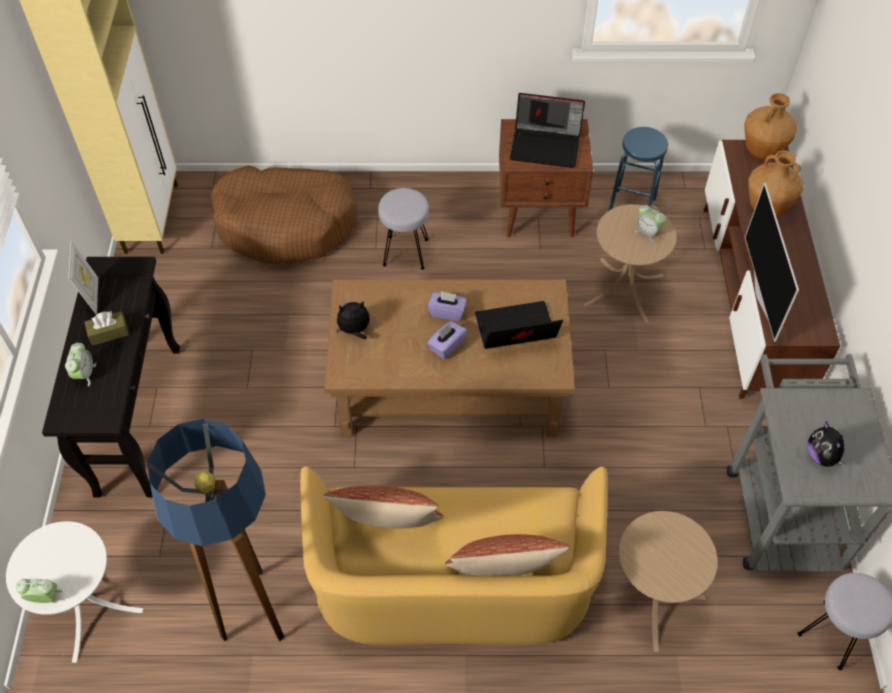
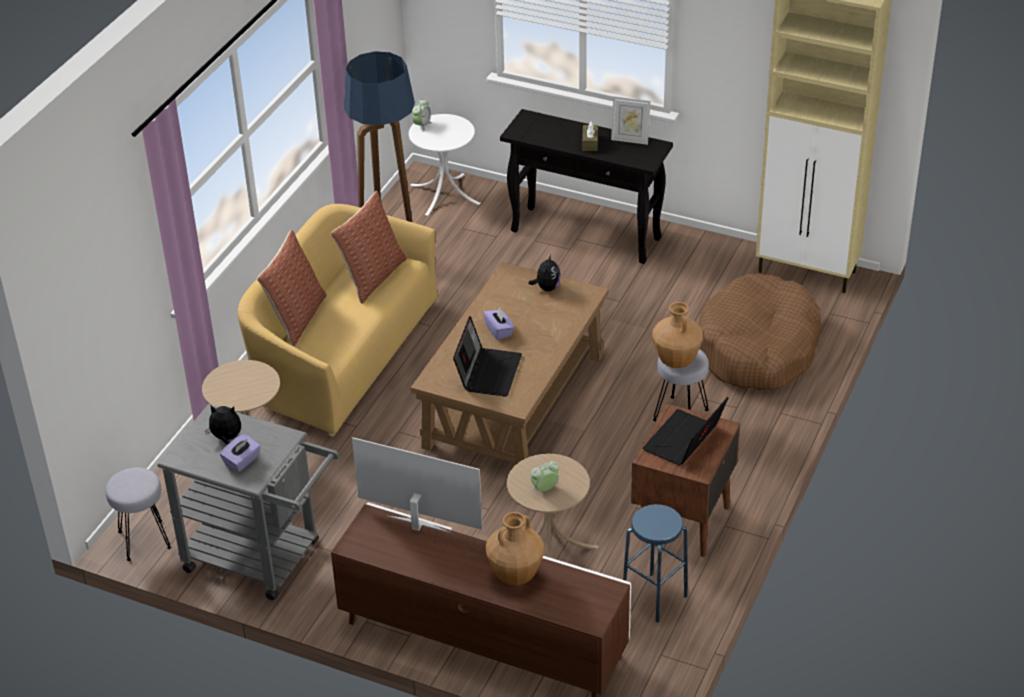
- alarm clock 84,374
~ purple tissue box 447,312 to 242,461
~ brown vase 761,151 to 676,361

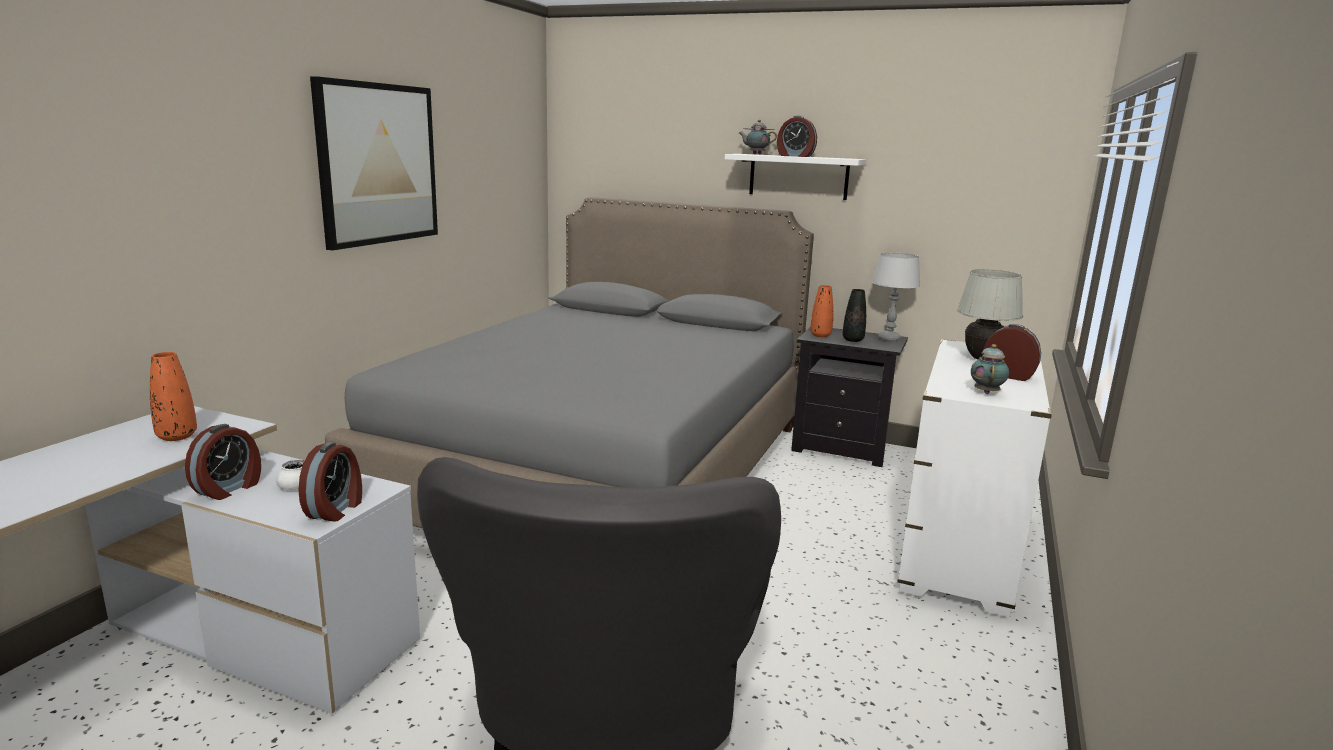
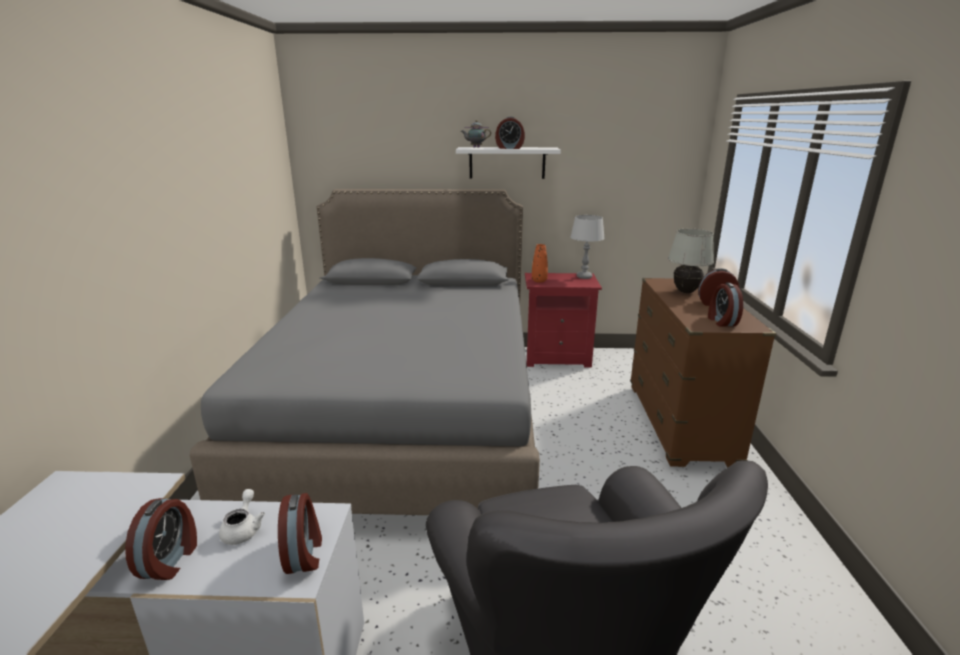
- orange vase 177,436
- picture 377,164
~ black nightstand 842,448 to red nightstand 557,357
- black vase 853,340
~ white dresser 958,551 to brown dresser 679,423
~ teapot 986,392 to alarm clock 721,321

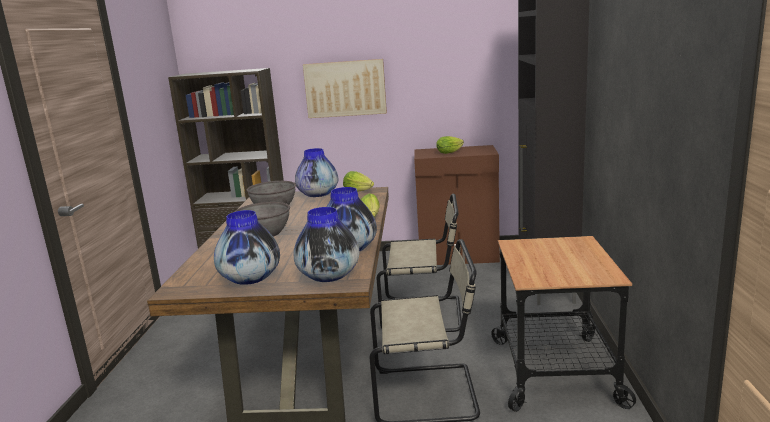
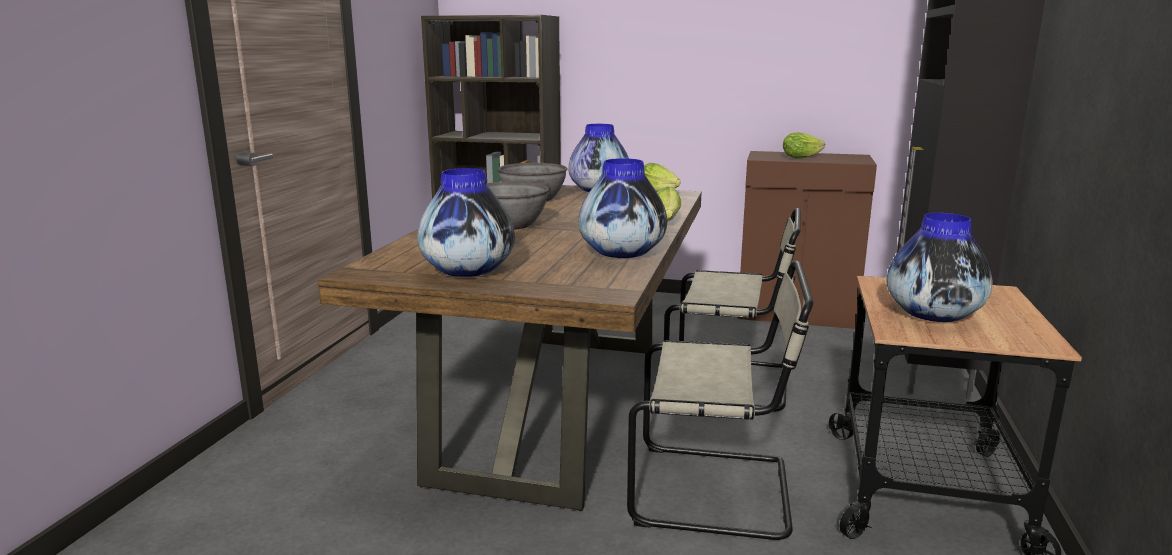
~ vase 328,276 to 932,316
- picture 345,88

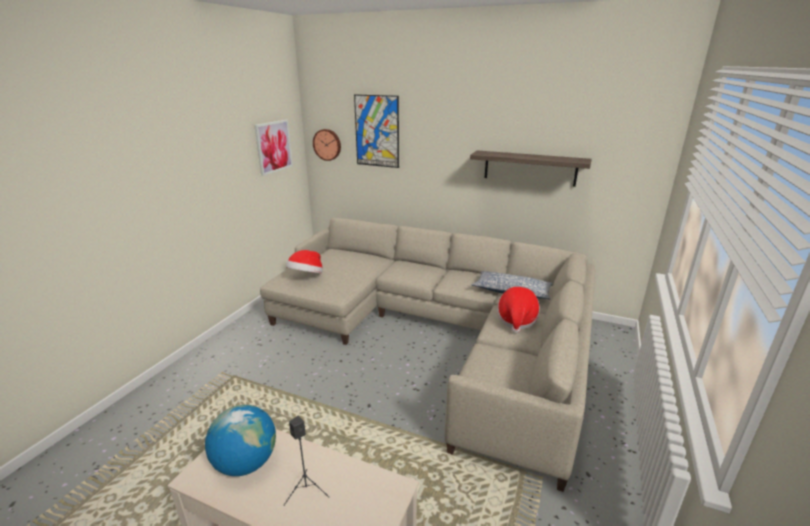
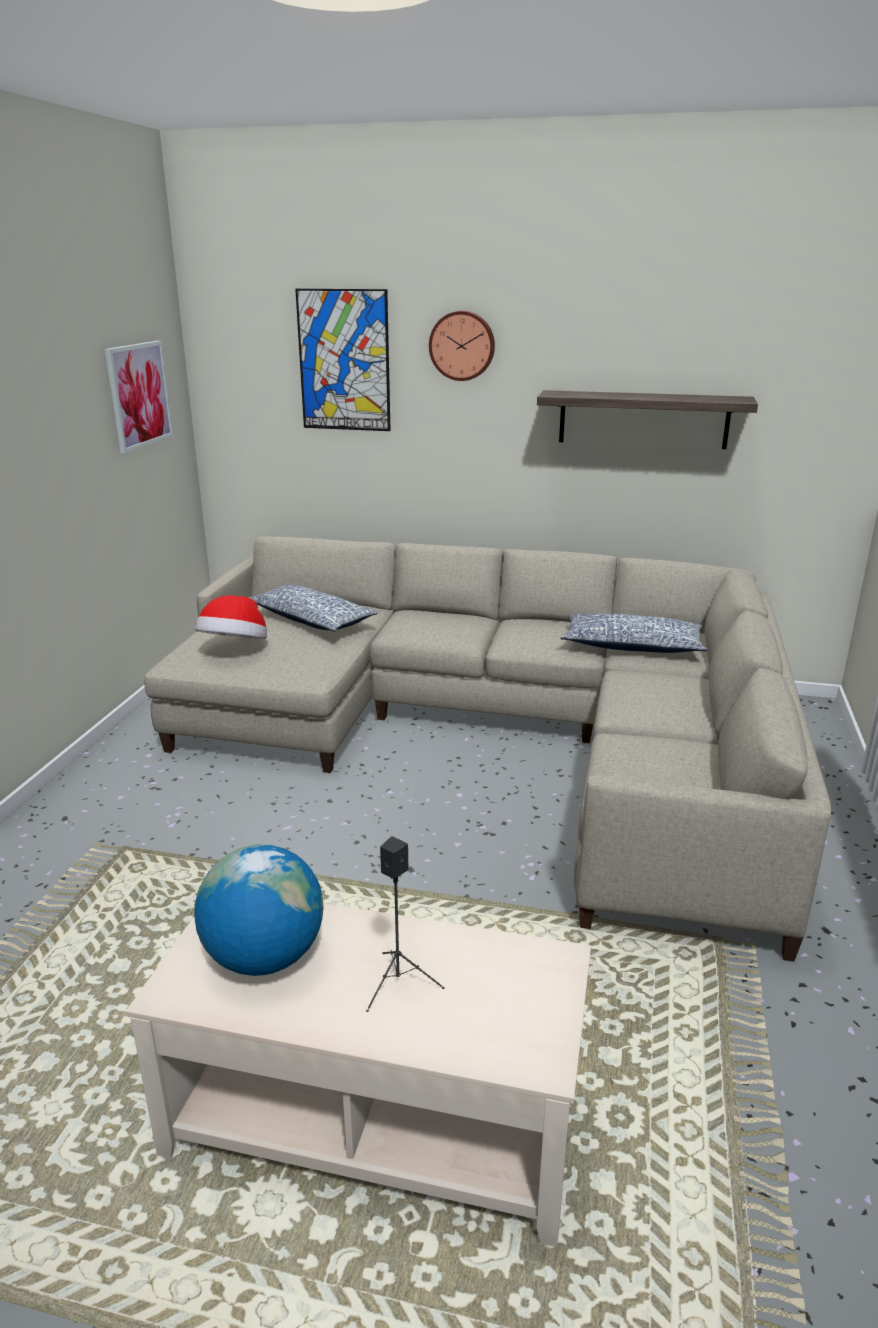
~ wall clock 327,144 to 462,345
- hat 516,320
+ pillow 311,620

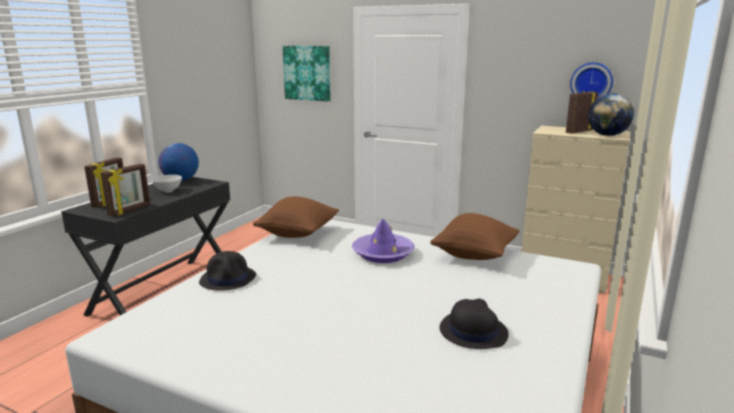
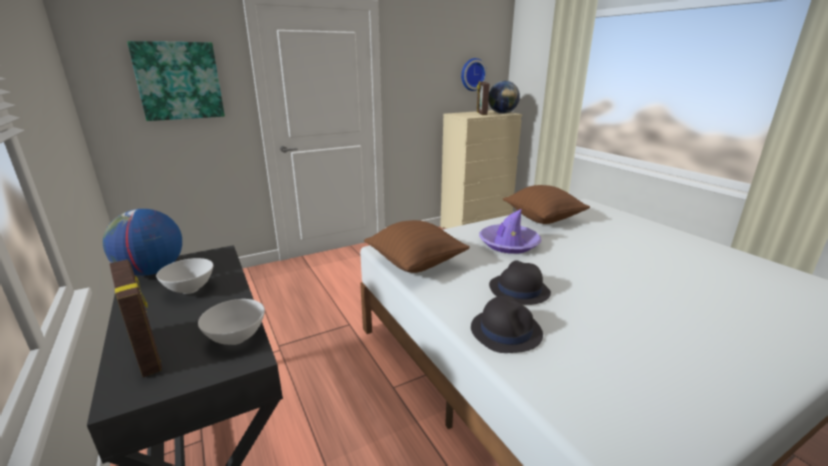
~ picture frame 130,210 to white bowl 236,338
~ black hat 472,331 to 518,290

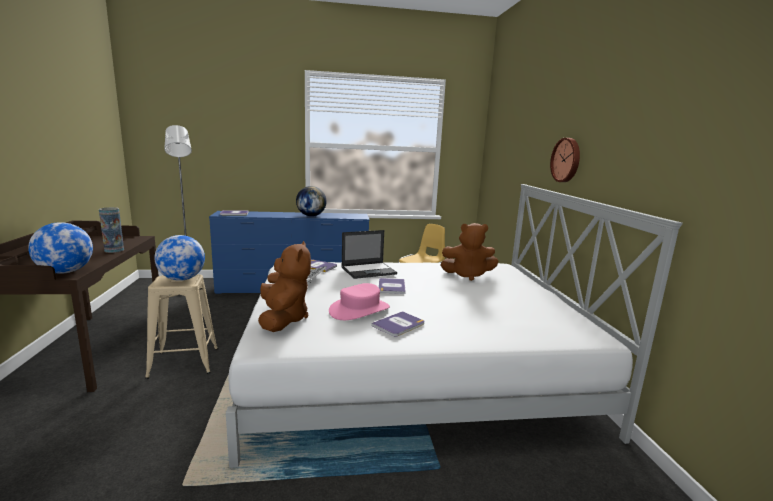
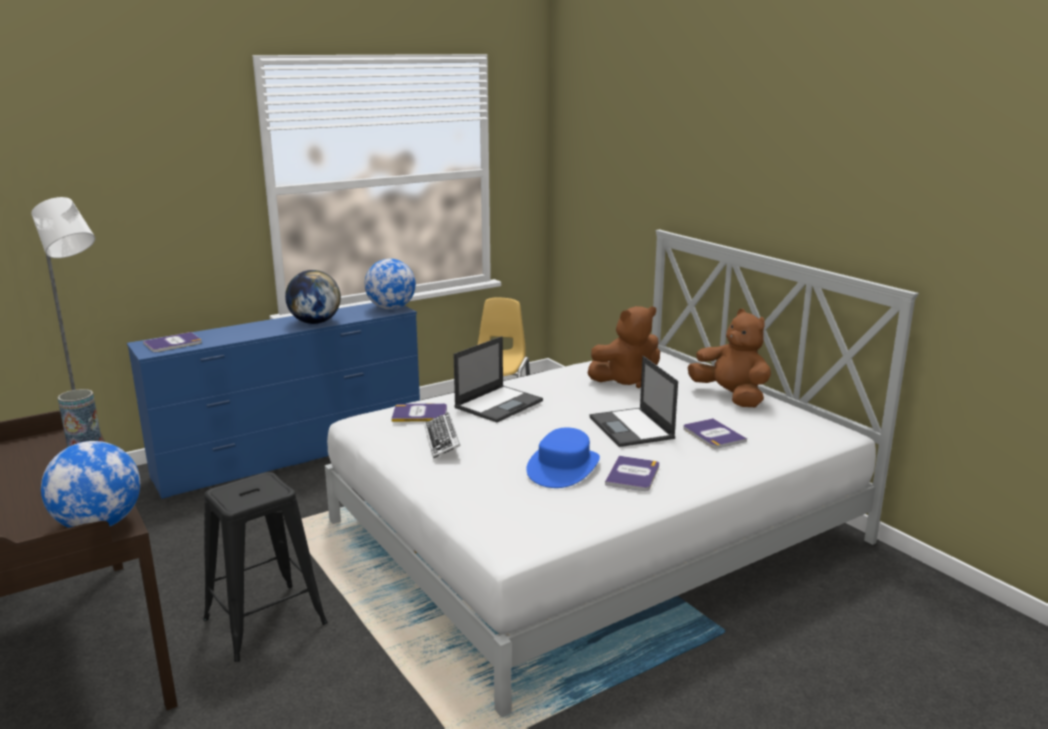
~ beige stool 184,362 to black stool 265,621
~ globe 182,279 to 391,308
~ brown plush toy 283,319 to 730,397
~ pink hat 359,310 to blue hat 563,467
~ book 391,286 to 713,434
- wall clock 566,160
+ laptop 632,428

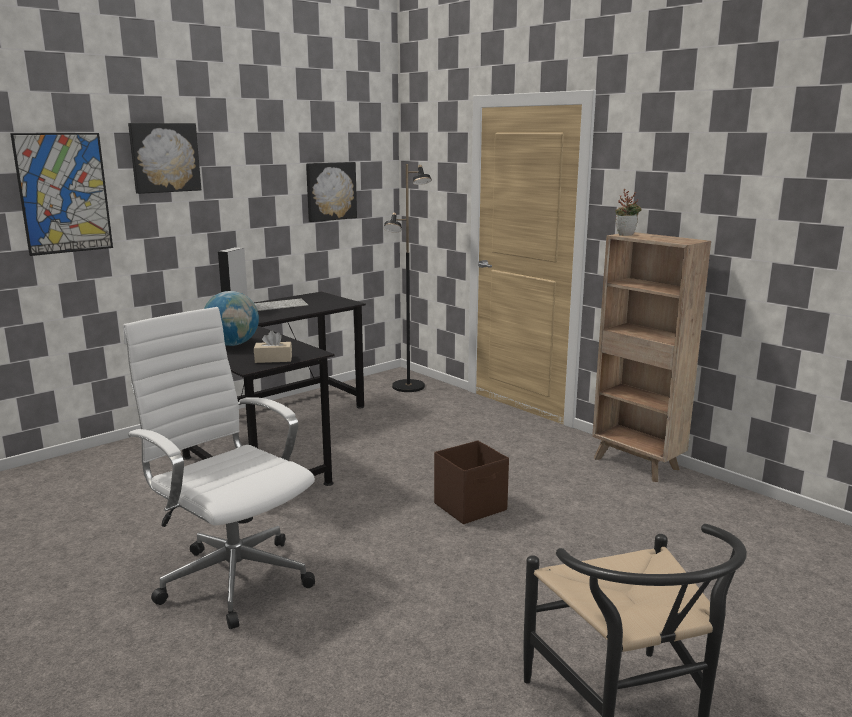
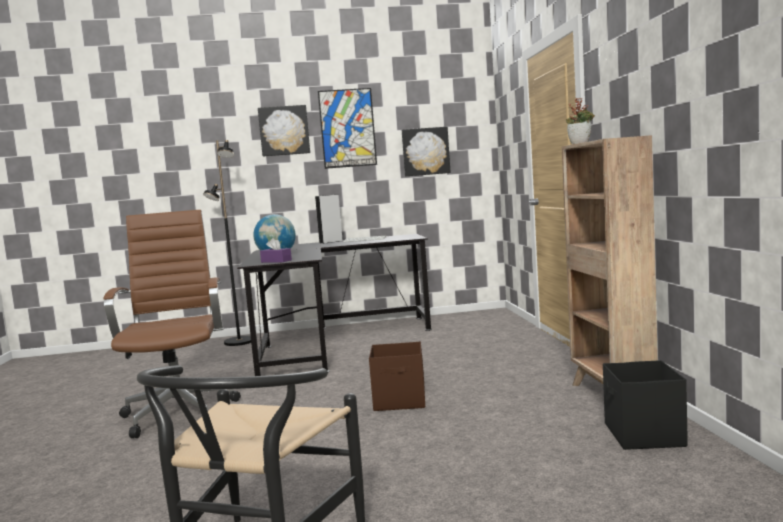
~ picture 64,193 to 347,128
~ white office chair 232,577 to brown office chair 180,412
~ beige tissue box 273,359 to purple tissue box 276,261
~ black floor lamp 408,387 to 239,342
+ black storage box 643,435

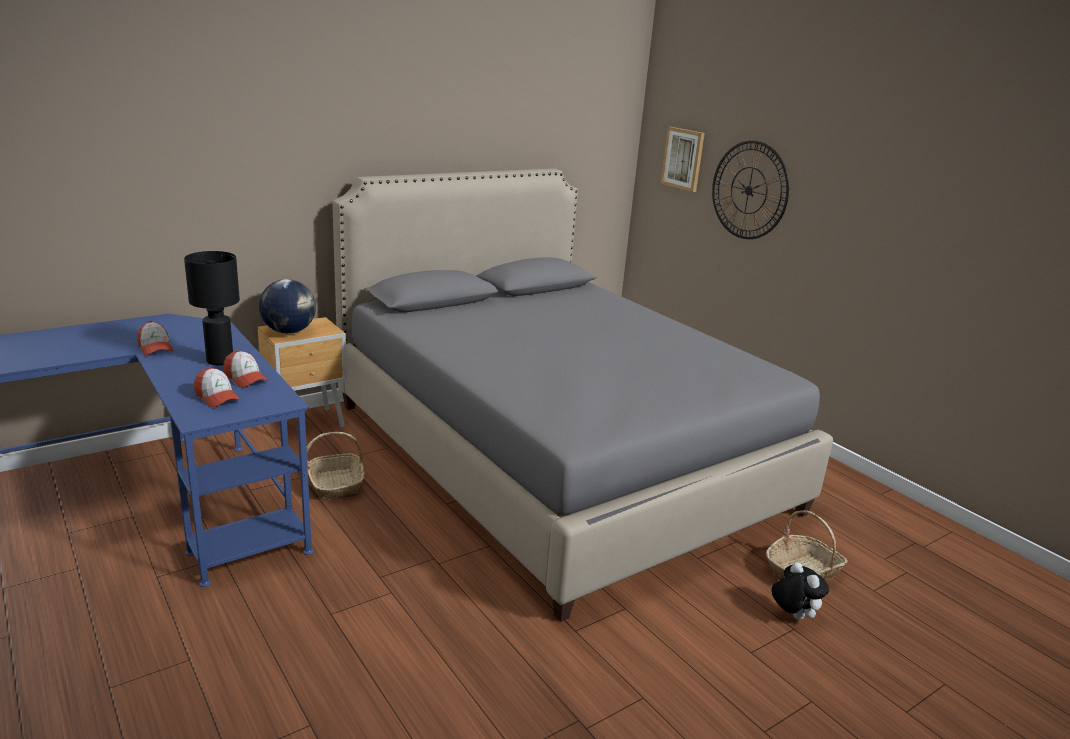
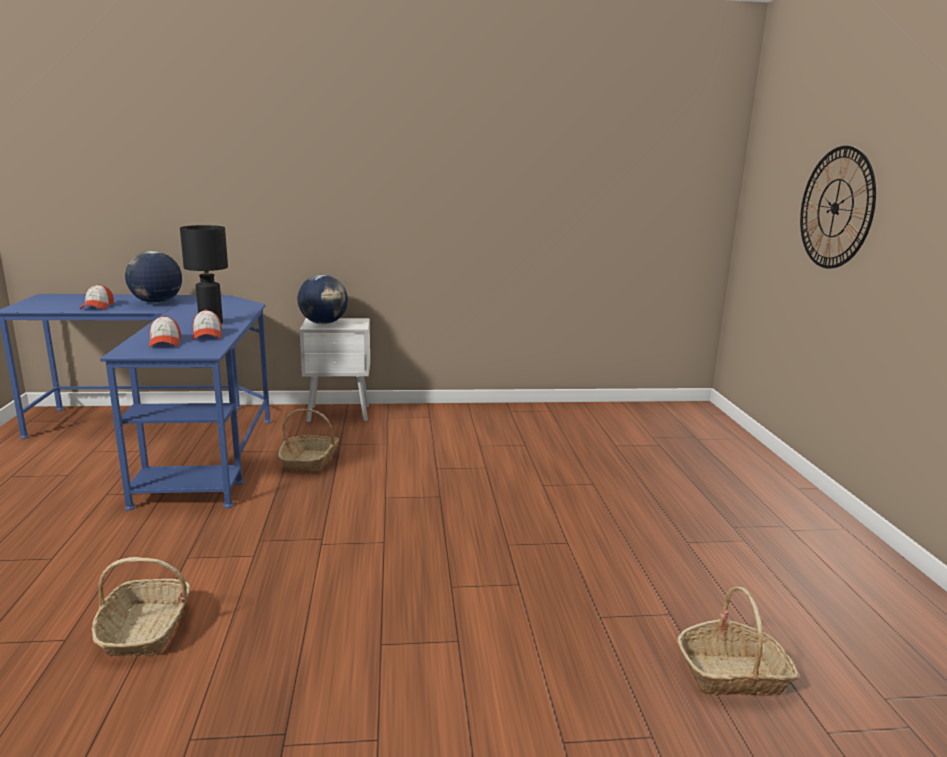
~ cap 155,348 to 98,306
~ brown nightstand 308,424 to white nightstand 340,415
- grey bed 555,456
- picture 683,159
- plush toy 792,616
+ basket 146,629
+ globe 156,303

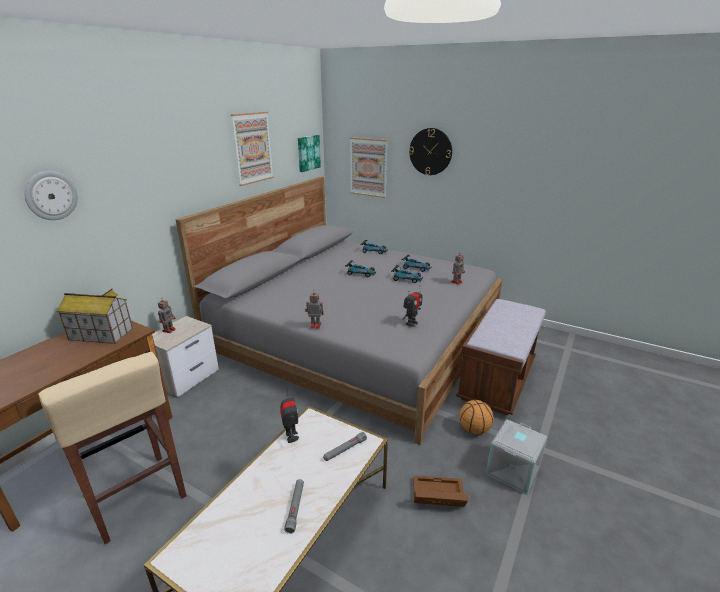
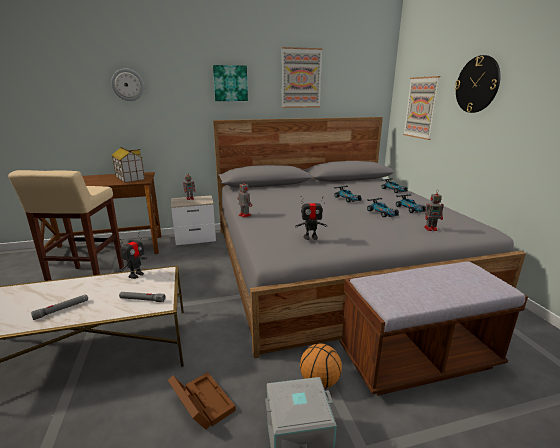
~ picture 308,153 to 230,83

